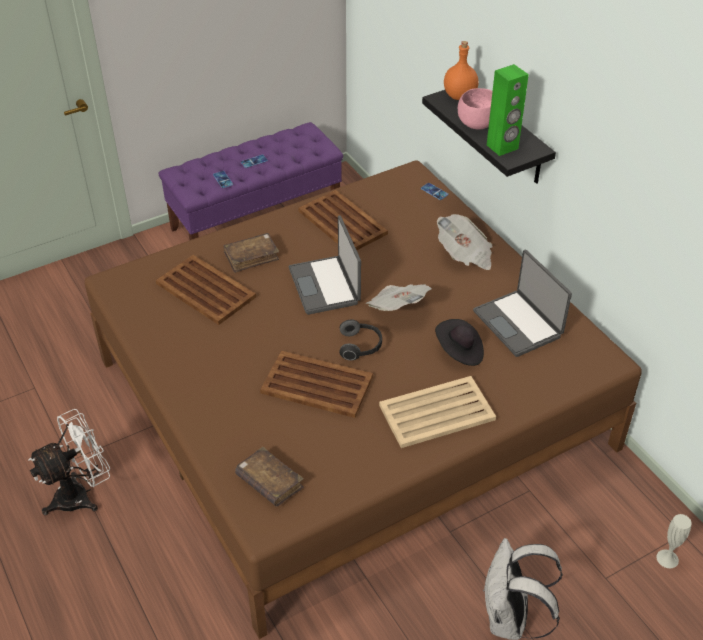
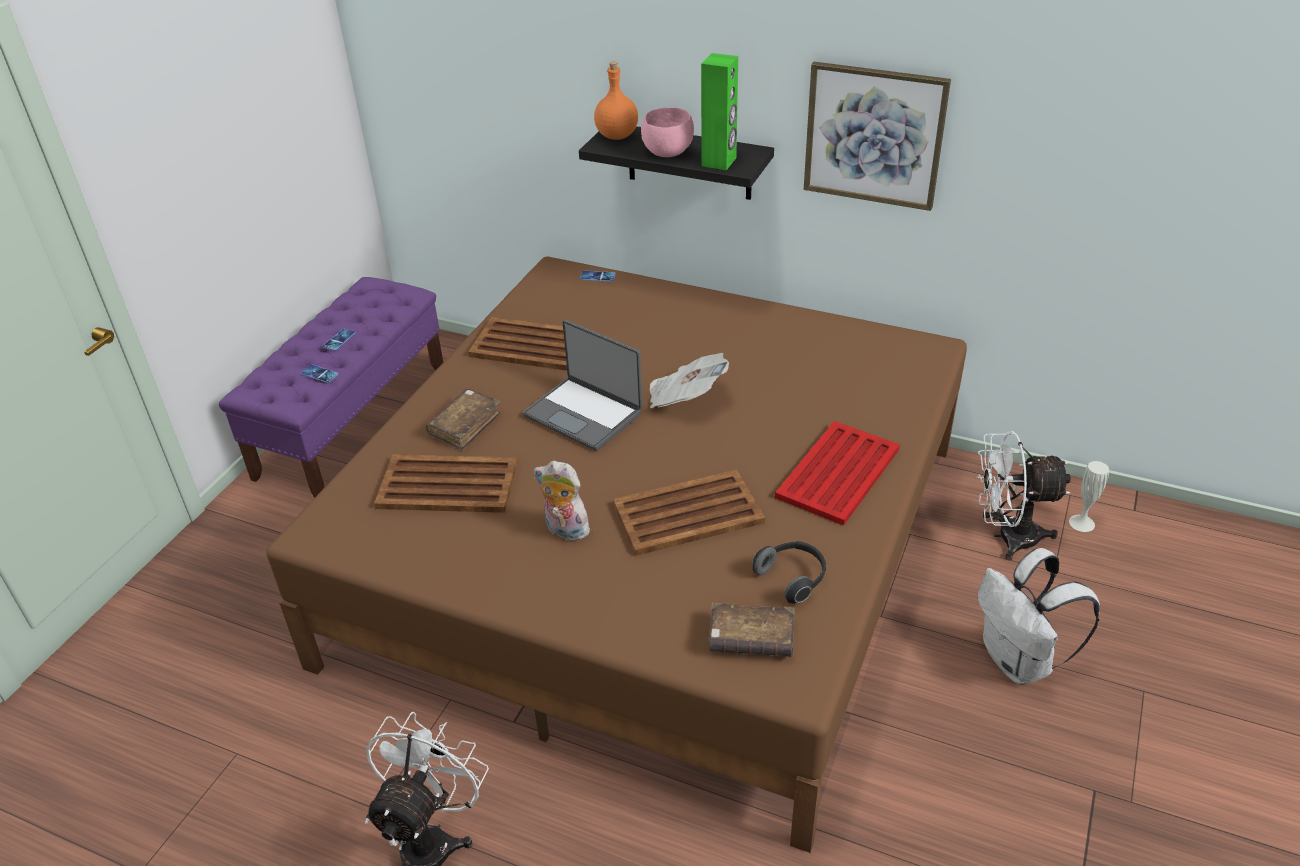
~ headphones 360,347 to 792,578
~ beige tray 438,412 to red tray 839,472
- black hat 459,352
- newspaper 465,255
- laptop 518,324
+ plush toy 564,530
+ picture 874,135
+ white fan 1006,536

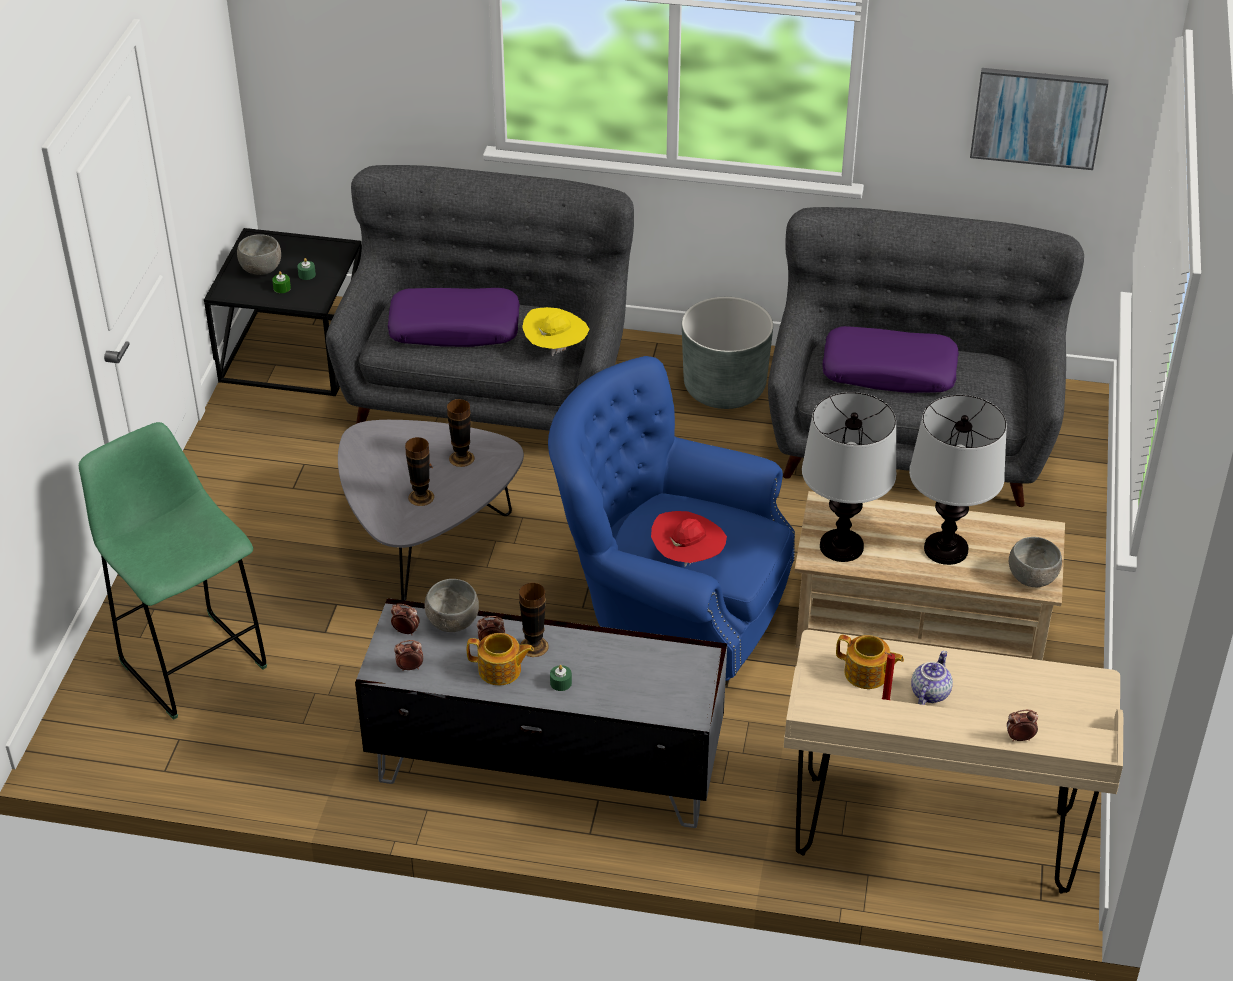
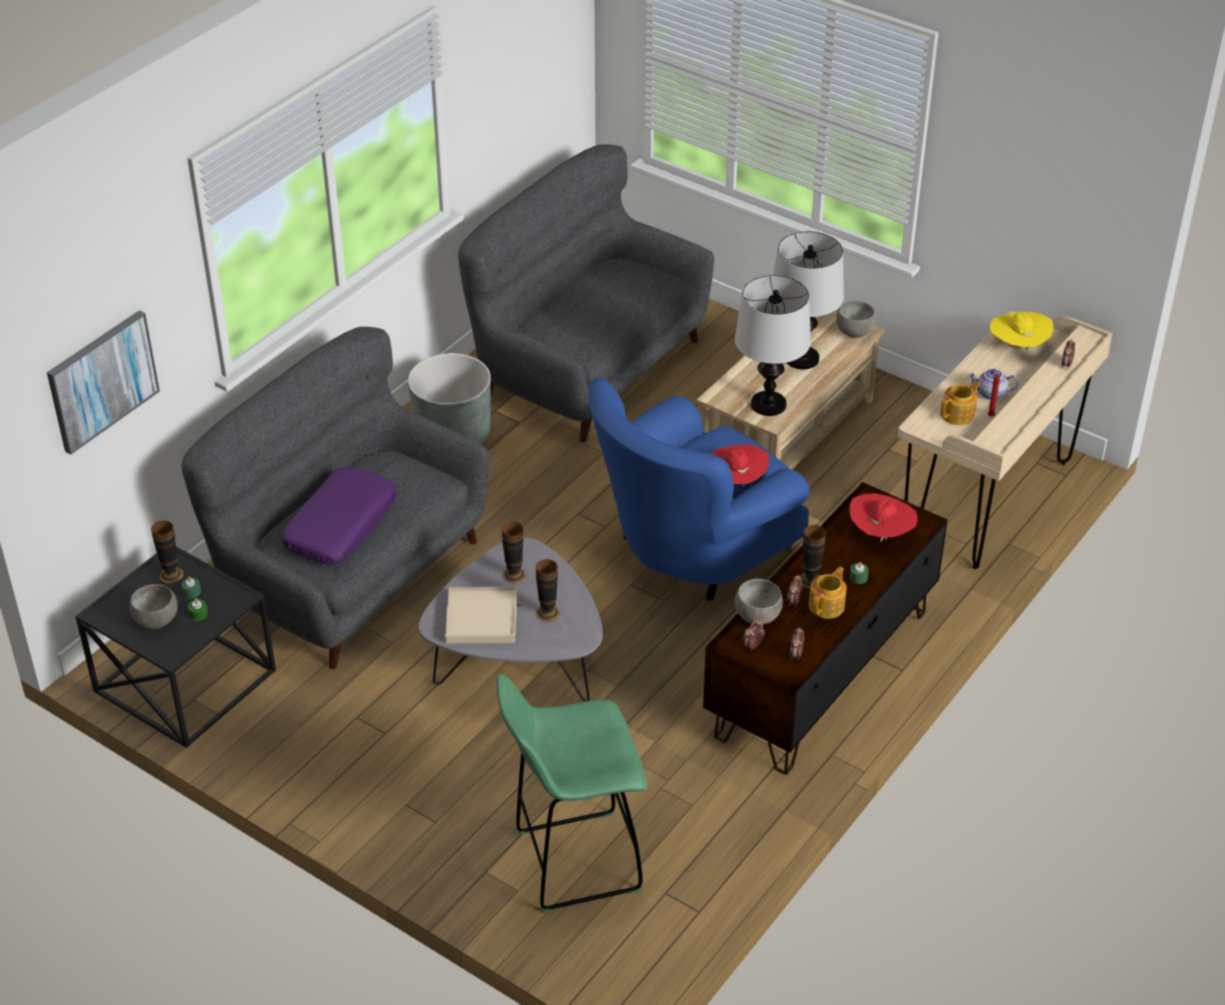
~ grey tv stand 545,766 to brown tv stand 820,673
~ yellow hat 556,349 to 1017,347
- purple pillow 889,371
~ teapot 929,692 = 990,394 45 degrees counterclockwise
~ picture 1038,117 to 102,380
+ vase 171,574
+ beige tray 481,619
+ red hat 881,534

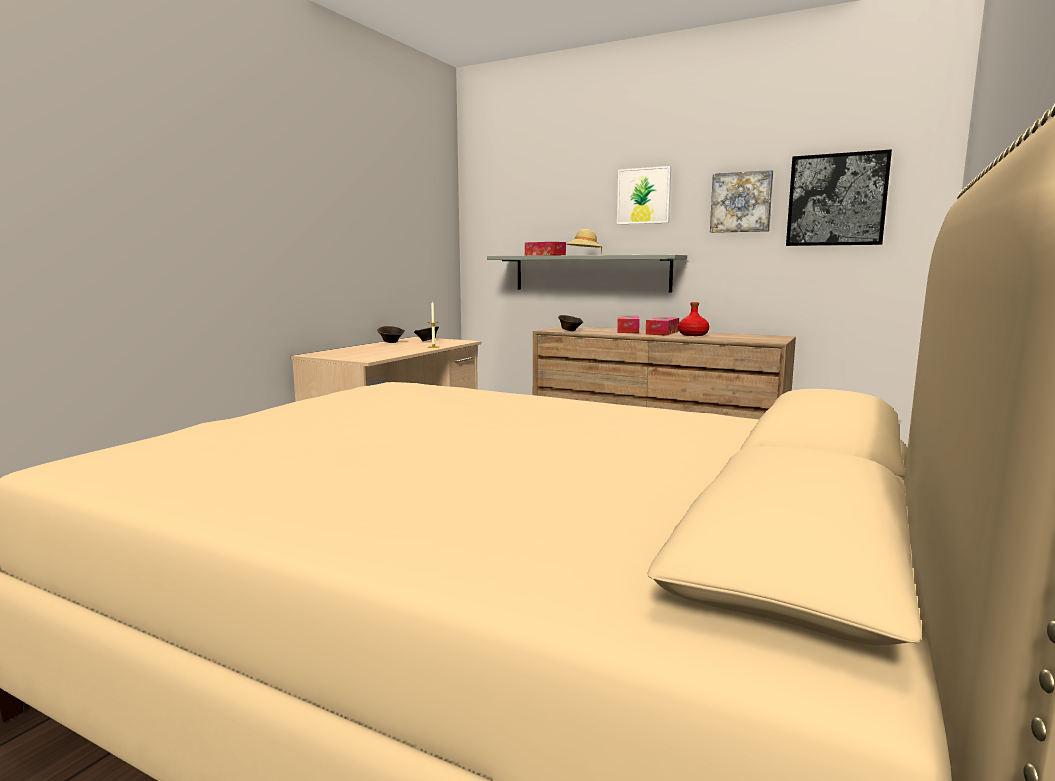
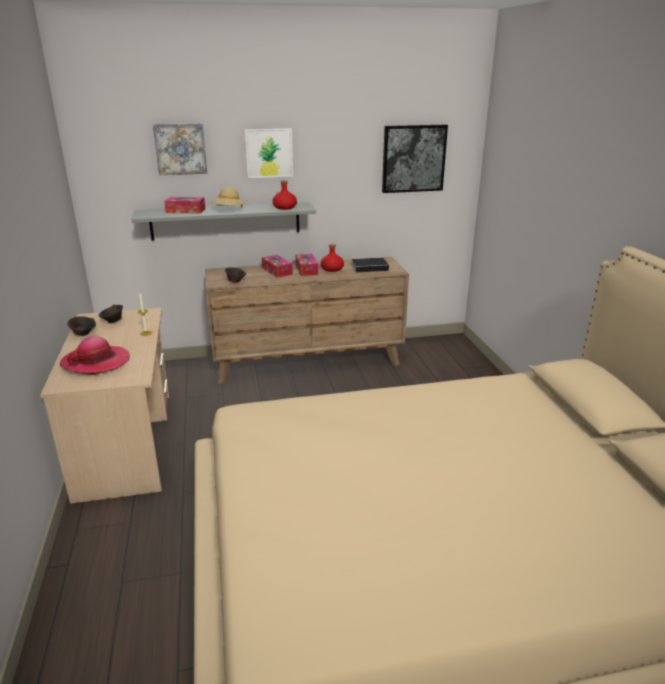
~ picture 741,202 to 180,149
+ hat 96,362
+ red bottle 284,207
+ book 370,267

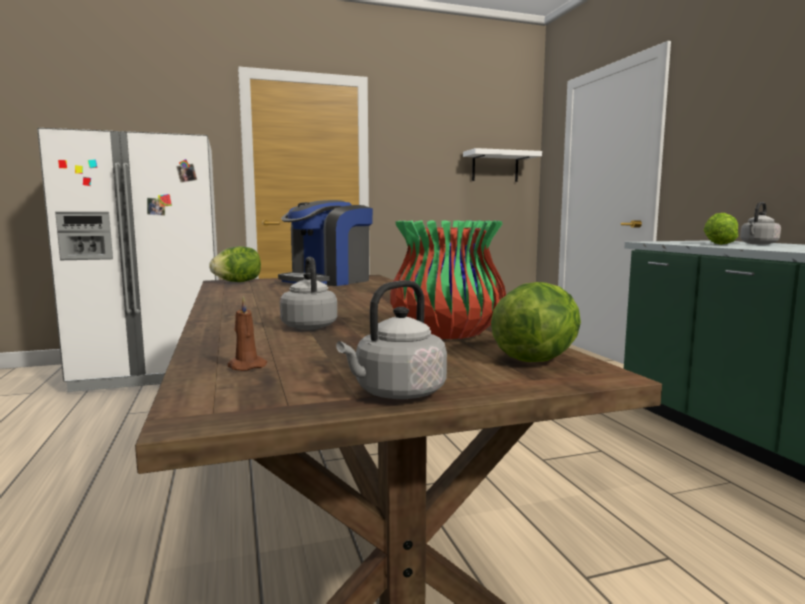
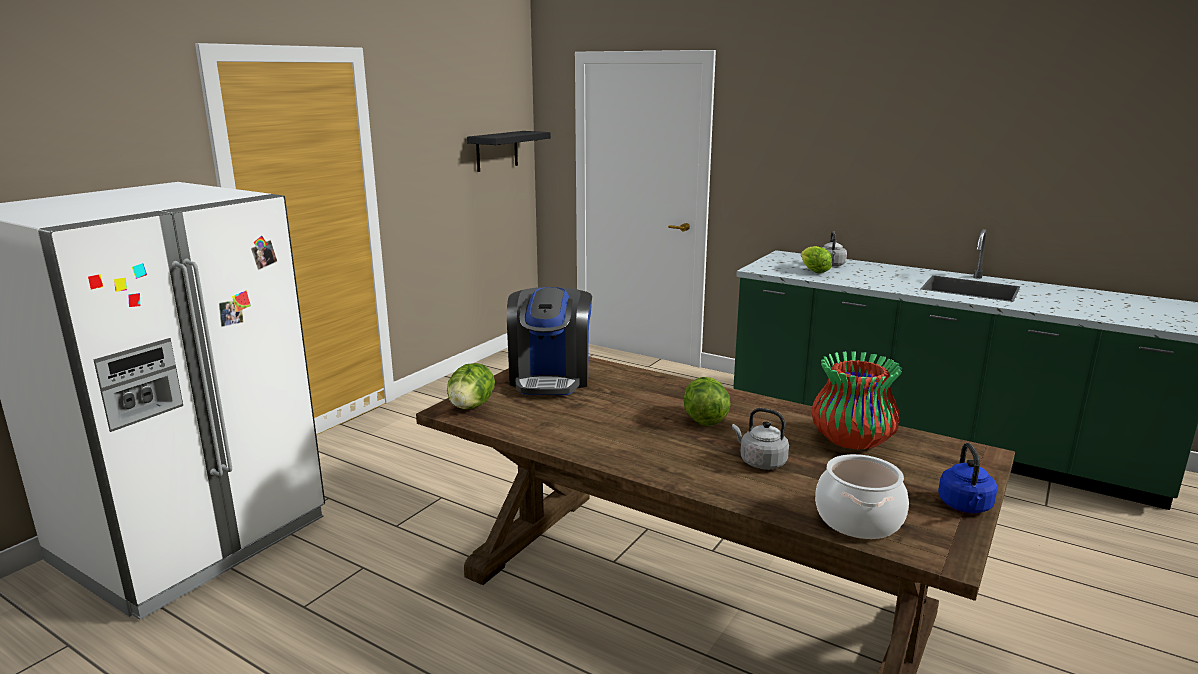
~ brown candle 245,366 to cooking pot 858,519
~ grey kettle 396,393 to blue kettle 965,506
~ white shelf 495,167 to black shelf 497,151
~ lettuce 536,358 to 704,420

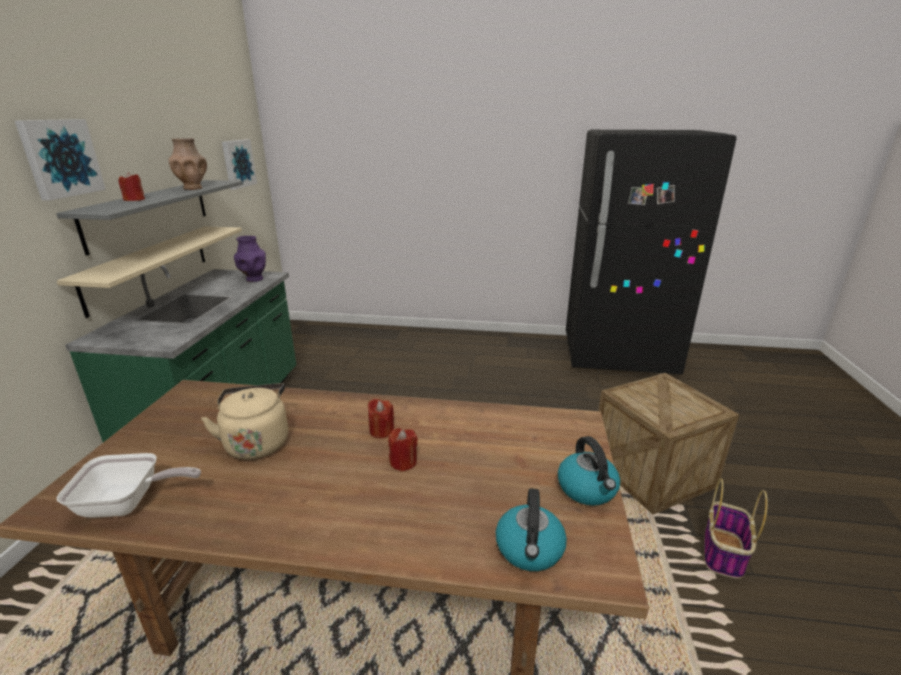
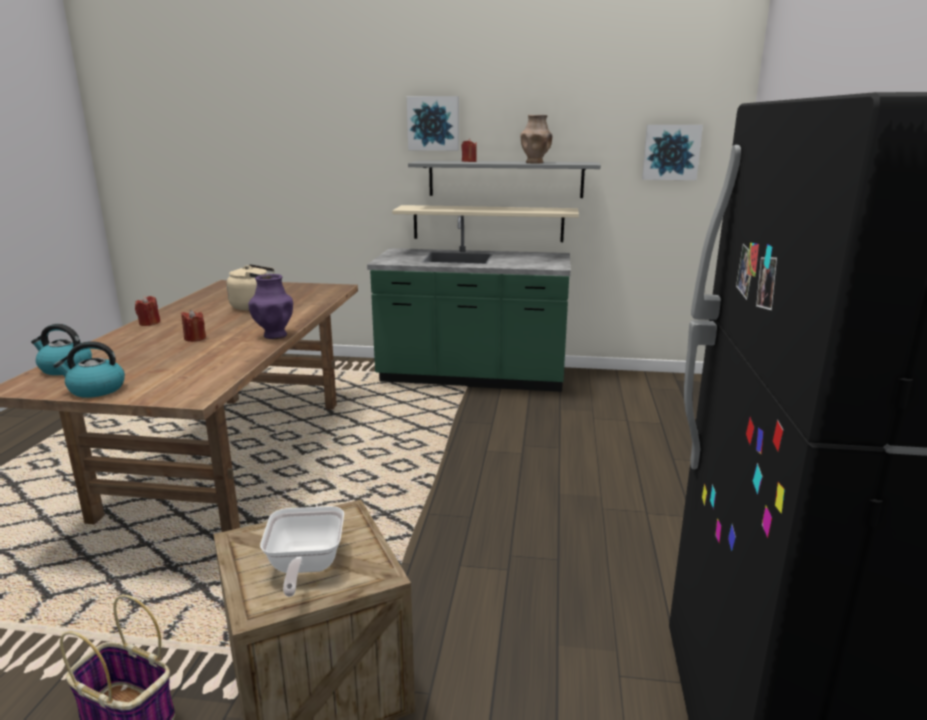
~ frying pan 128,504 to 304,567
~ purple vase 254,279 to 275,335
~ red candle 381,431 to 149,323

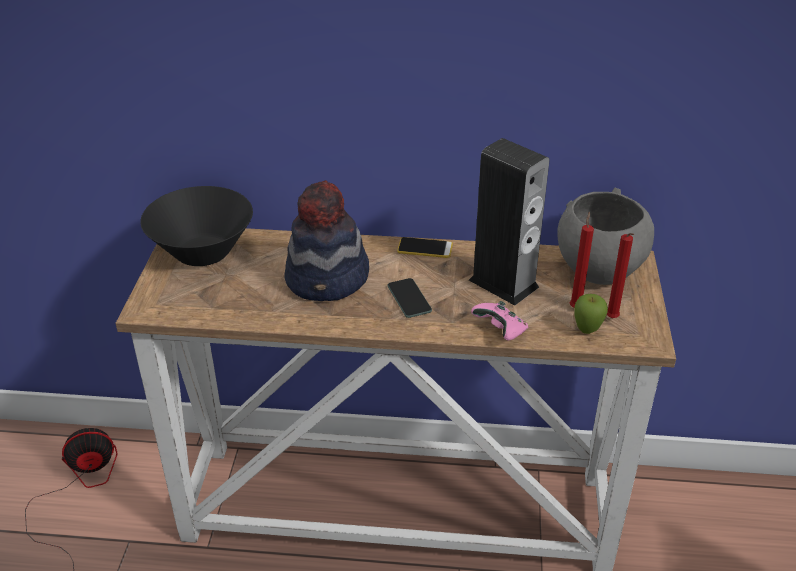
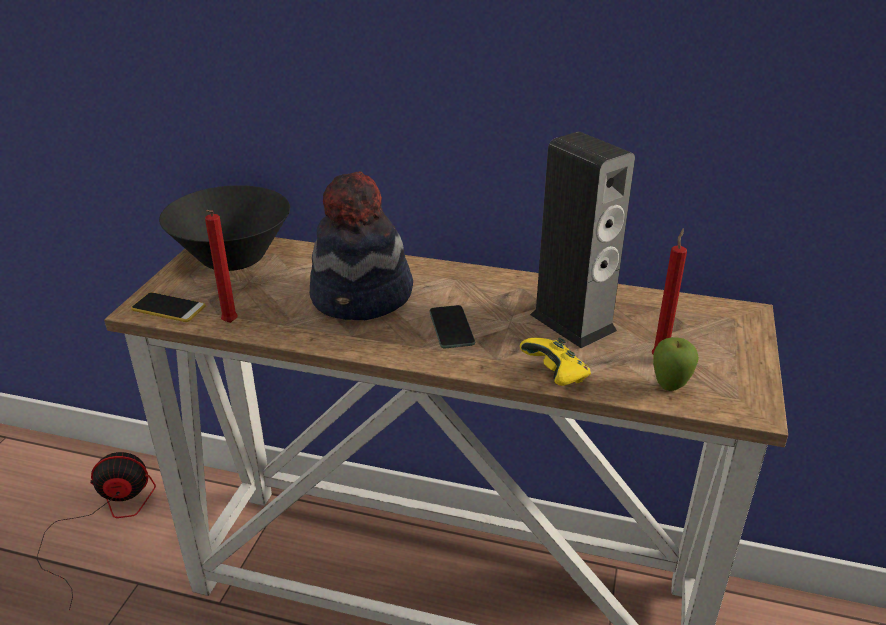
~ phone 425,248 to 168,308
~ pink game controller 501,331 to yellow game controller 556,376
- grey bowl 598,270
~ red candle 612,319 to 229,324

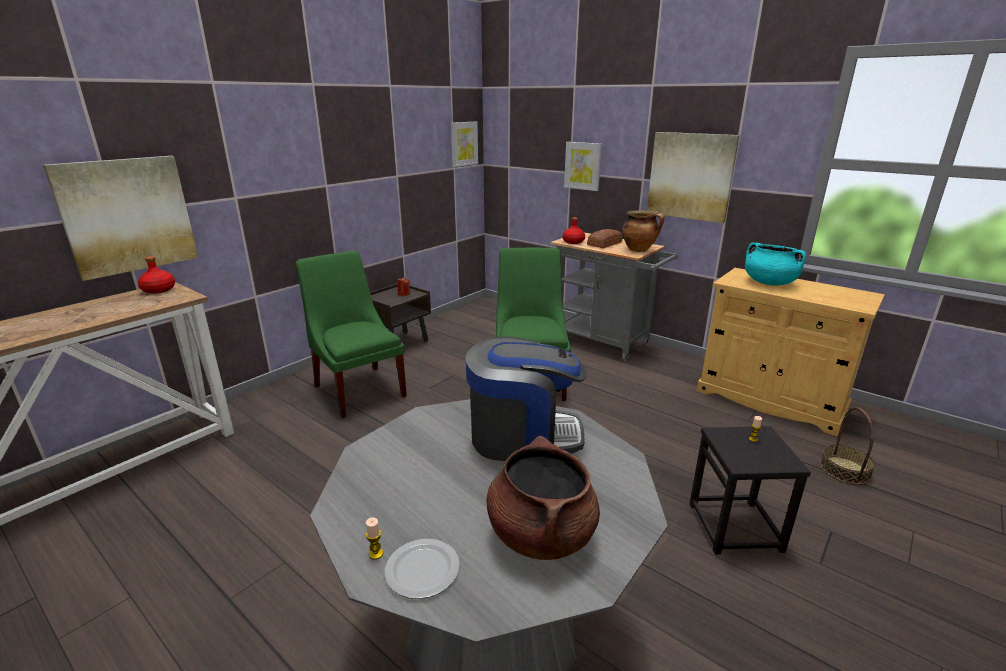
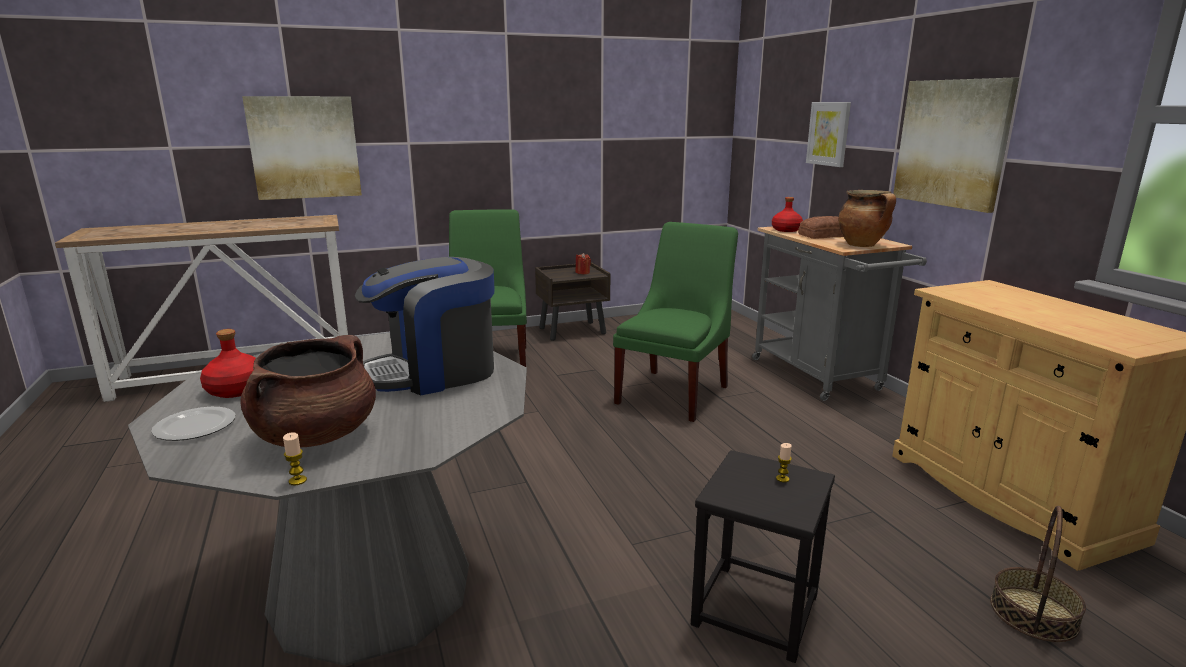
~ red bottle 158,290 to 235,390
~ candle 376,554 to 297,481
- picture 463,144
~ coffee machine 523,437 = 434,372 120 degrees clockwise
- turquoise cooking pot 769,283

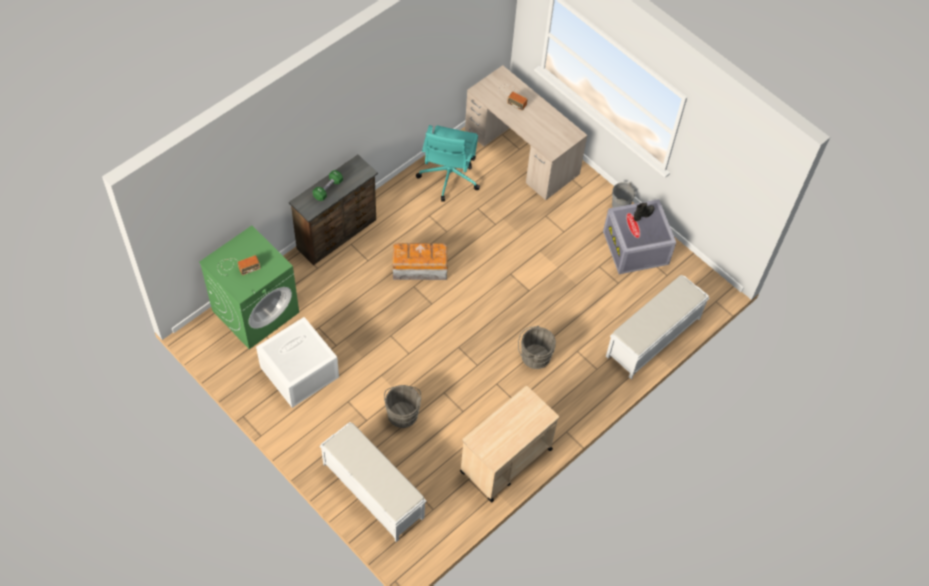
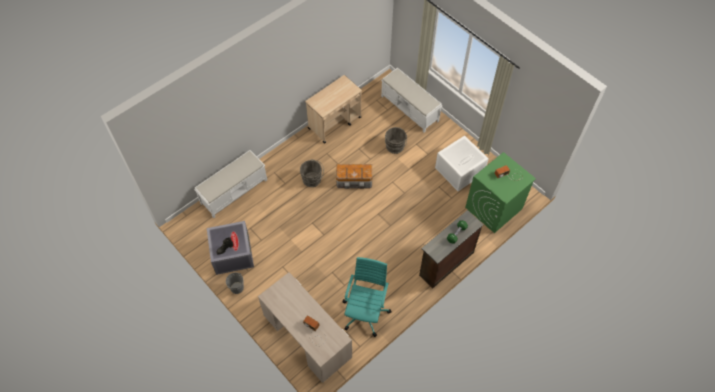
~ storage box 419,268 to 354,181

